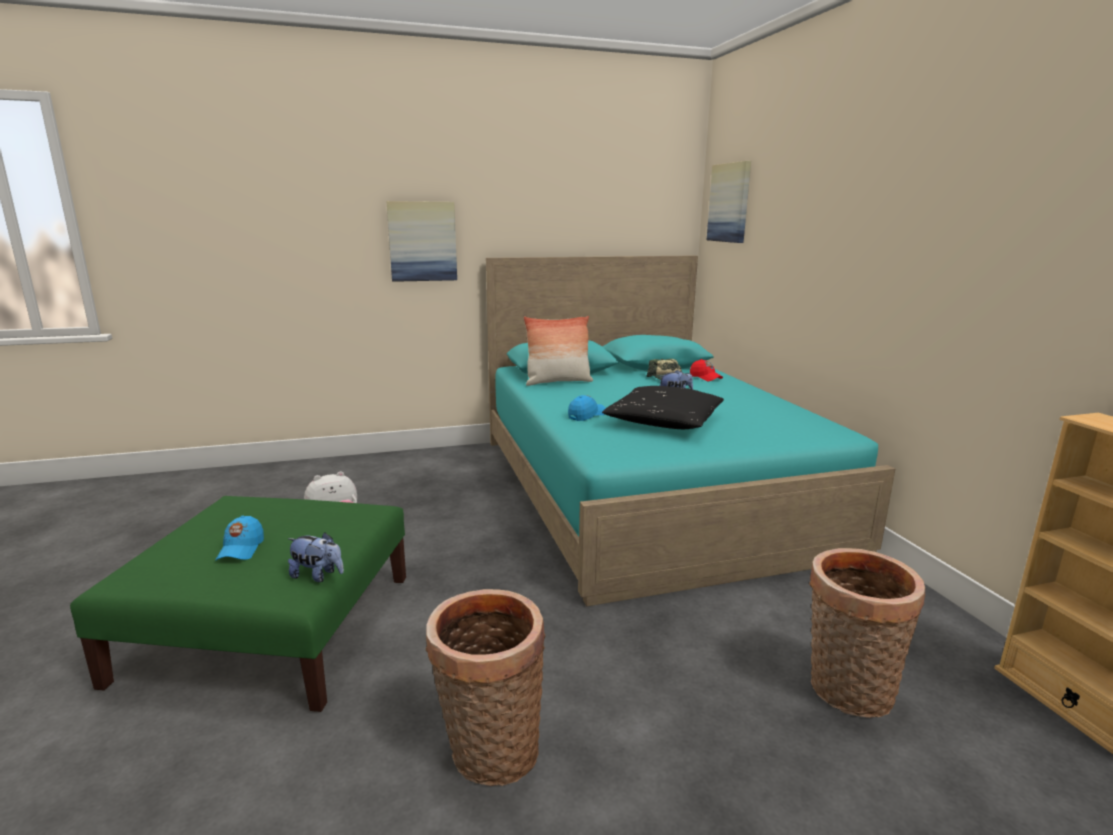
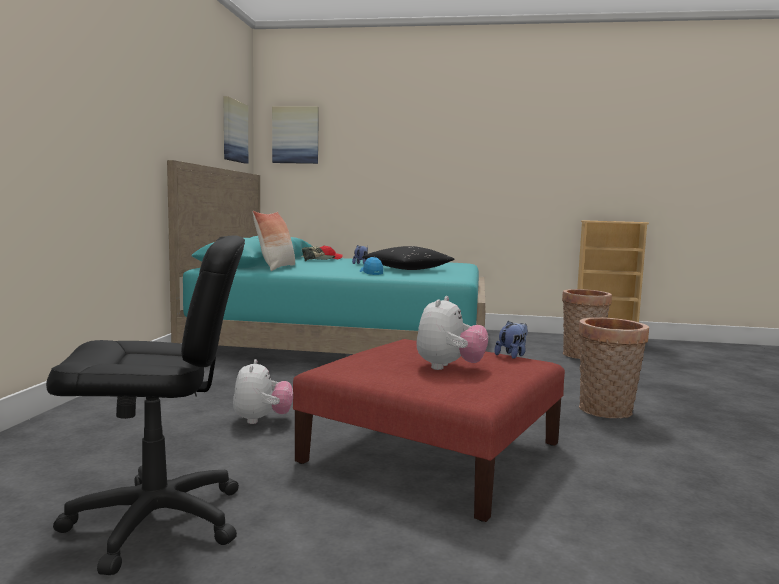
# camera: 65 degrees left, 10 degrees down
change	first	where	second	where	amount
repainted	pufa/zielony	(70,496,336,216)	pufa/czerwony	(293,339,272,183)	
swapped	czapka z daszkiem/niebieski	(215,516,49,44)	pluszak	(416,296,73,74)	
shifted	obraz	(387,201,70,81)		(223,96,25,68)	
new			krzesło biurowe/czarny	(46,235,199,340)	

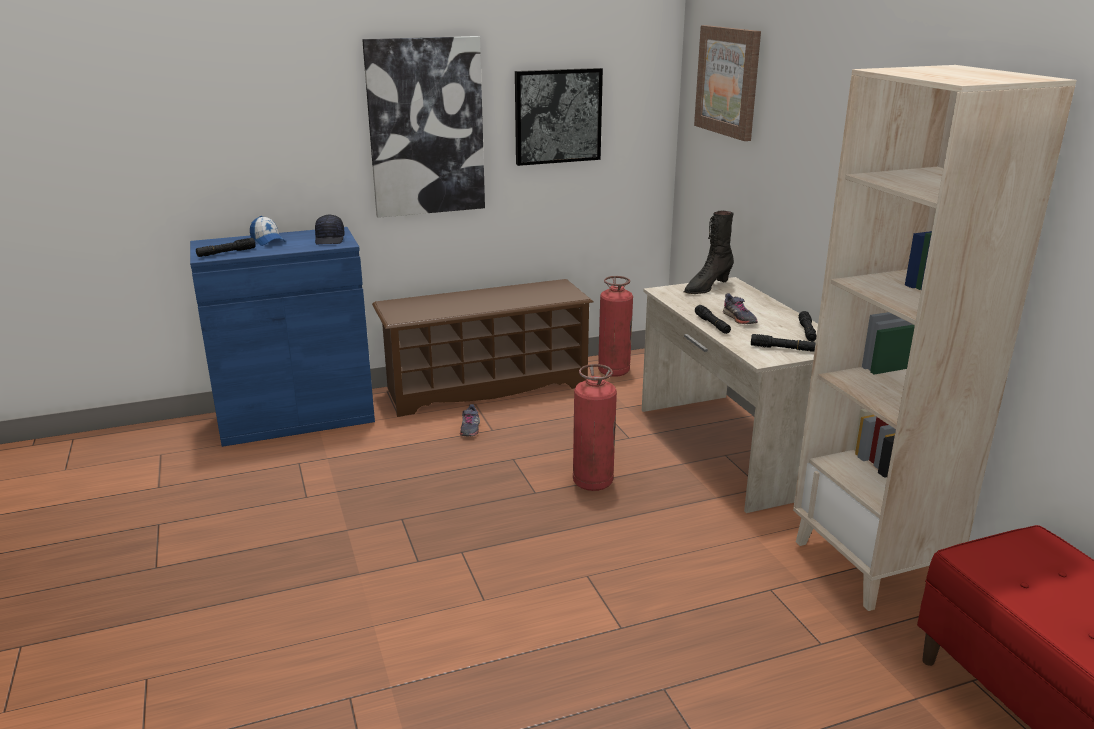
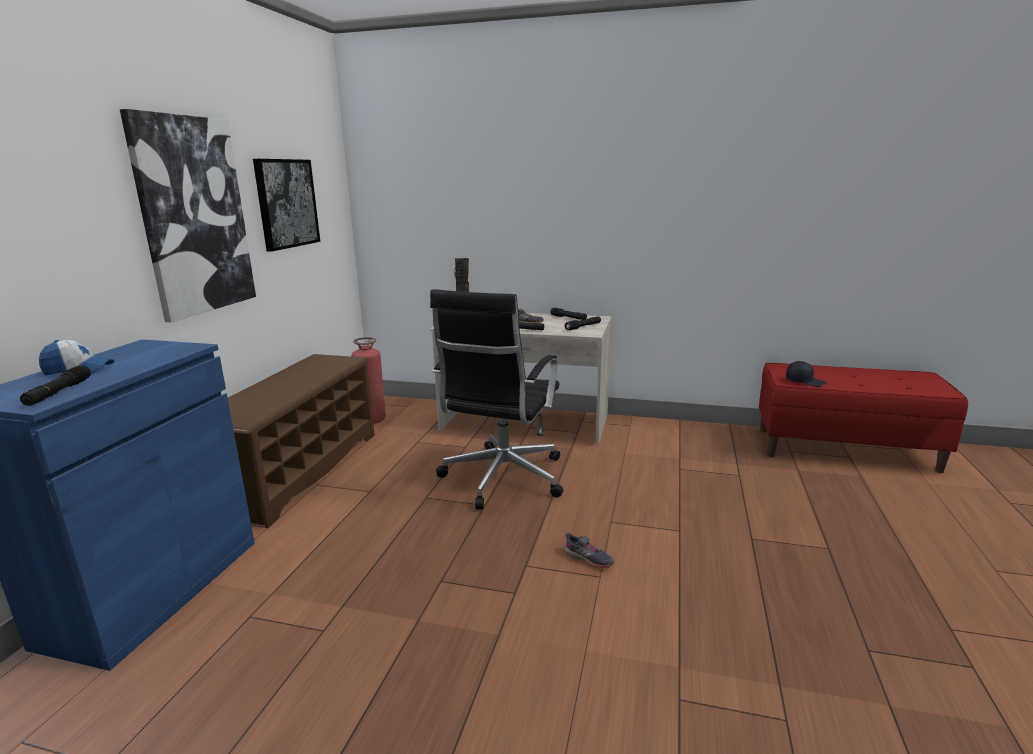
# camera: 55 degrees left, 5 degrees down
change	first	where	second	where	amount
shifted	czapka z daszkiem/czarny	(315,215,30,29)		(786,361,40,26)	
shifted	but/szary	(460,404,20,32)		(565,532,49,36)	
swapped	gaśnica	(573,364,44,127)	krzesło biurowe/czarny	(430,289,133,220)	
gone	obraz	(694,25,67,116)			
gone	regał/beżowy	(793,65,284,546)			

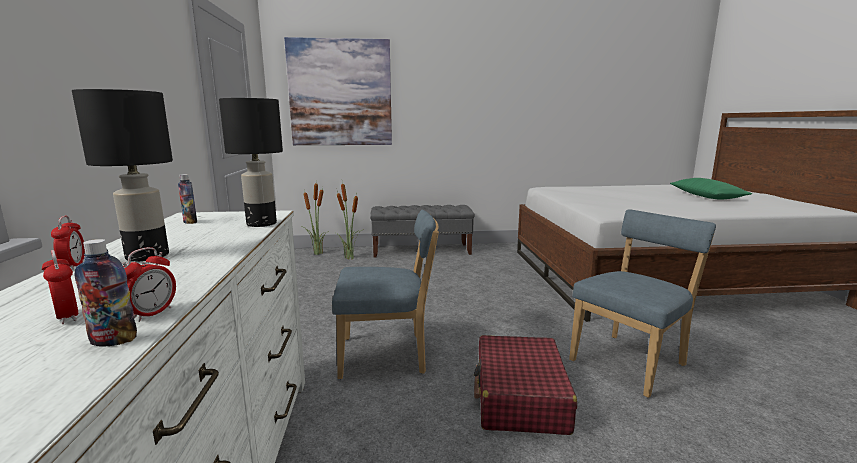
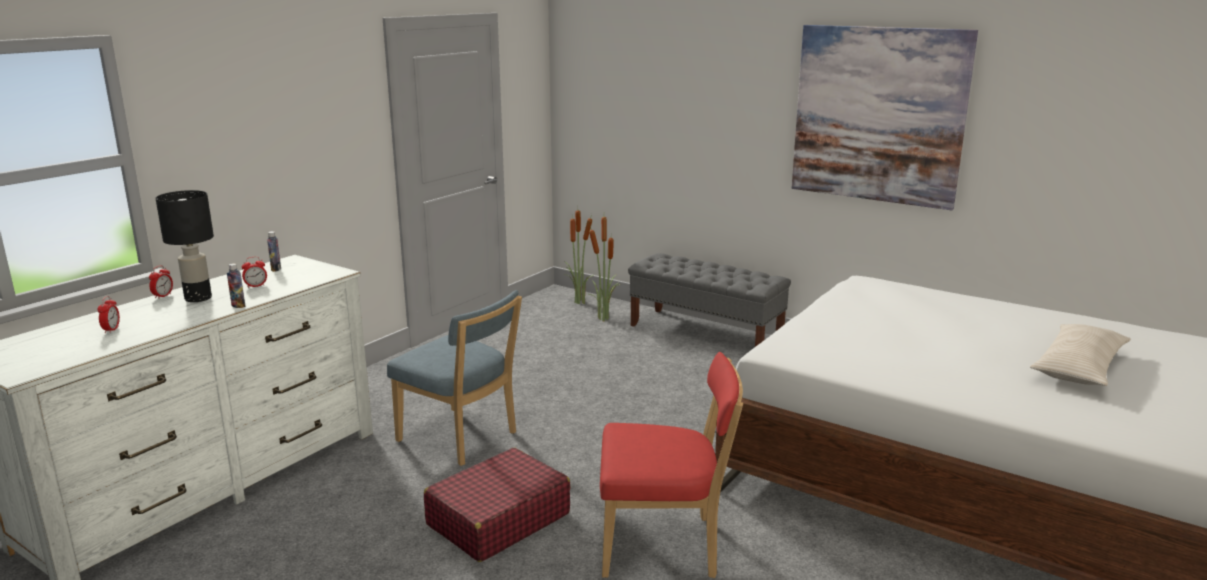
# camera: 40 degrees right, 5 degrees up
change	first	where	second	where	amount
shifted	butelka	(74,239,63,108)		(227,263,18,45)	
shifted	budzik	(123,247,53,75)		(242,257,25,31)	
gone	lampa stołowa/czarny	(219,98,64,129)			
shifted	obraz	(284,37,108,108)		(792,25,186,185)	
repainted	krzesło/niebieski	(569,209,147,189)	krzesło/czerwony	(600,352,143,226)	
repainted	poduszka/zielony	(670,178,82,22)	poduszka/beżowy	(1030,324,101,62)	

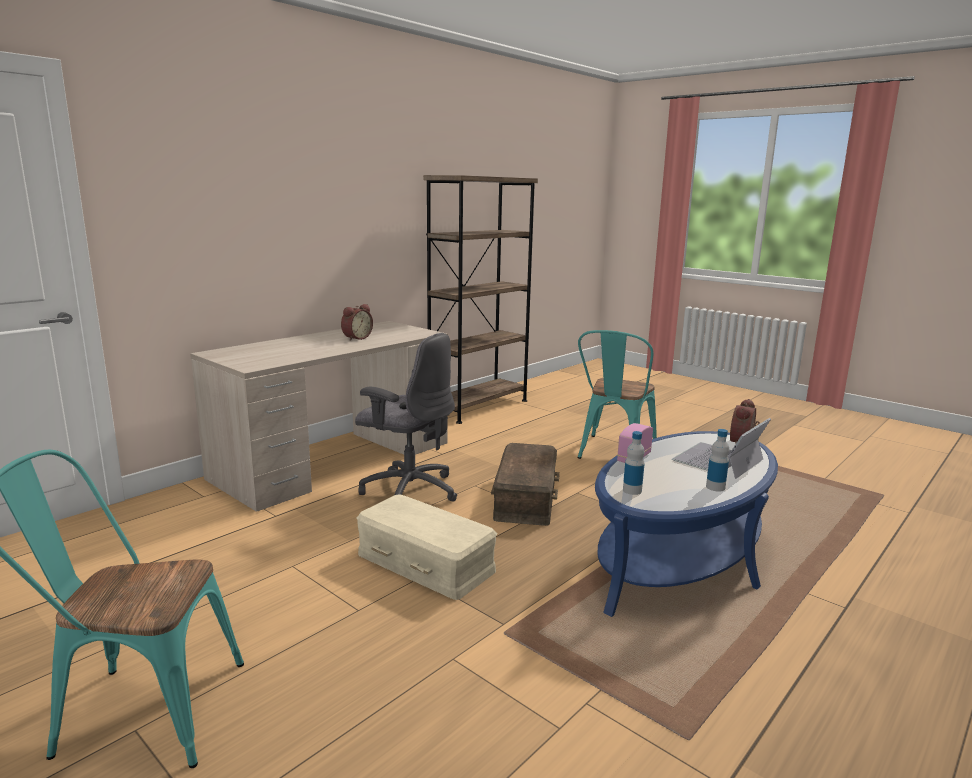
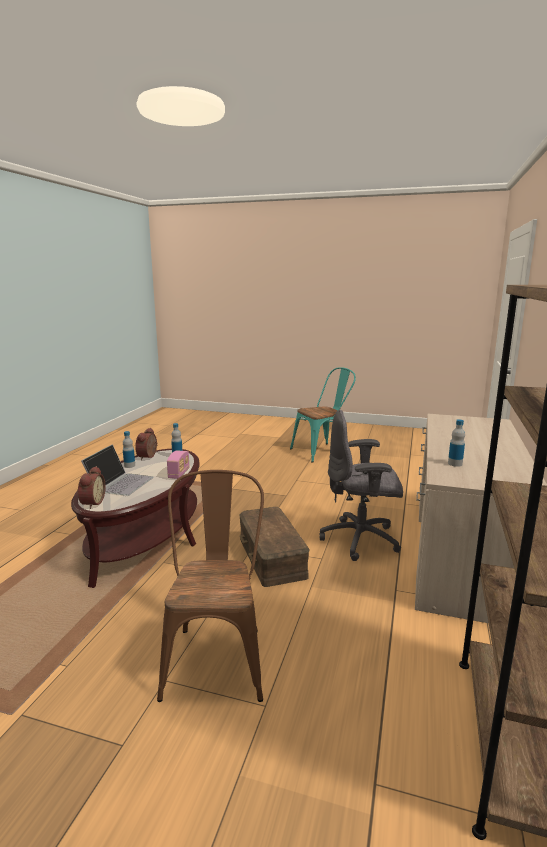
# camera: 155 degrees right, 0 degrees up
change	first	where	second	where	amount
shifted	budzik	(341,304,32,37)		(135,428,22,32)	
gone	pojemnik do przechowywania/beżowy	(357,494,140,106)			
repainted	krzesło/turkusowy	(578,330,79,129)	krzesło/brązowy	(157,470,107,232)	
repainted	ława/niebieski	(595,431,183,186)	ława/brązowy	(71,449,128,139)	
new			butelka	(448,419,17,48)	

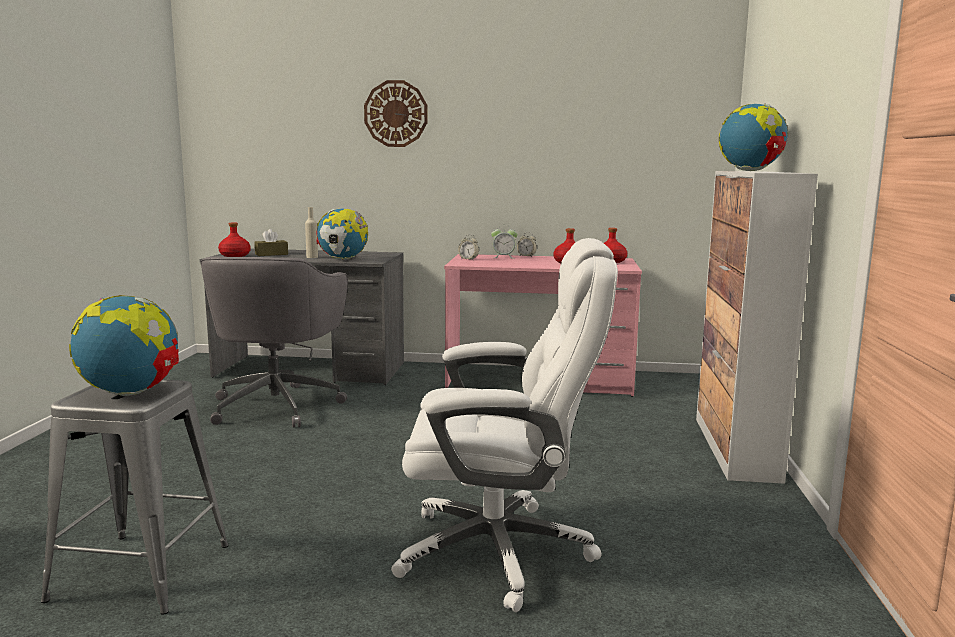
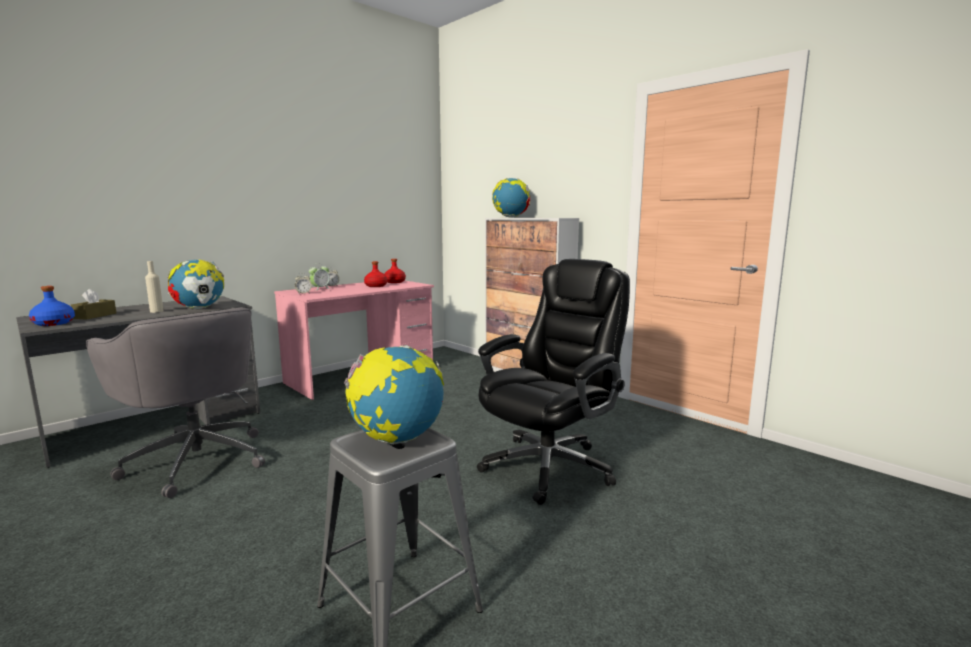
# camera: 50 degrees left, 0 degrees up
change	first	where	second	where	amount
repainted	butelka/czerwony	(218,223,33,34)	butelka/niebieski	(29,286,46,40)	
gone	zegar ścienny	(364,80,63,67)			
repainted	krzesło biurowe/biały	(391,238,227,374)	krzesło biurowe/czarny	(477,259,153,246)	

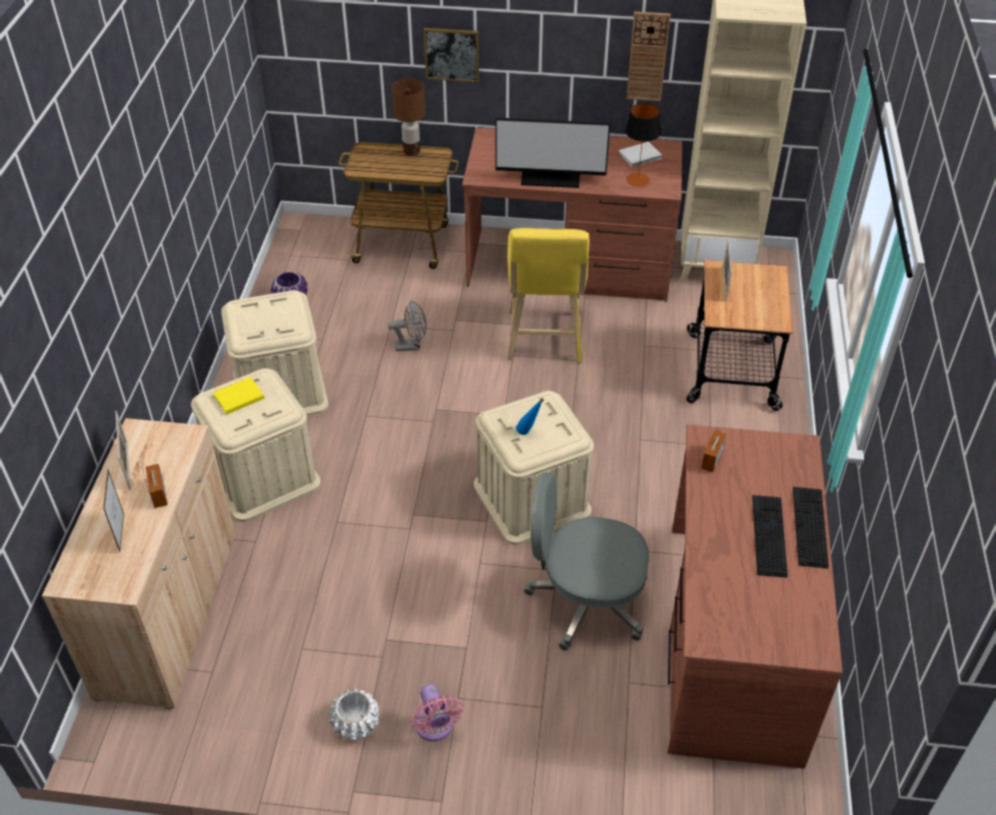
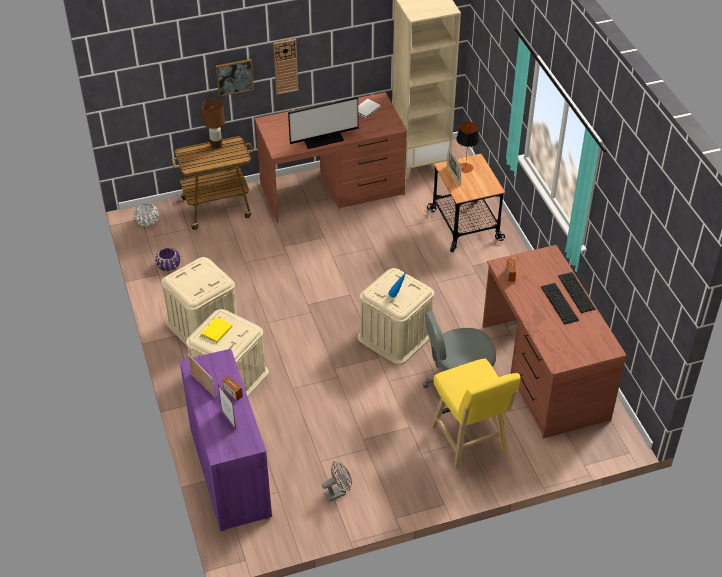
# camera: 25 degrees left, 0 degrees up
change	first	where	second	where	amount
repainted	szafka/beżowy	(42,418,194,291)	szafka/fioletowy	(179,349,93,182)	
shifted	donica/biały	(329,689,50,52)		(134,203,25,24)	
shifted	wentylator/szary	(388,300,39,51)		(322,461,30,41)	
gone	wentylator/różowy	(411,684,52,57)			
shifted	stołek/żółty	(507,228,82,134)		(431,359,90,109)	
shifted	lampa stołowa	(625,103,36,83)		(456,122,23,51)	
shifted	zegar ścienny	(626,12,45,89)		(273,39,26,56)	

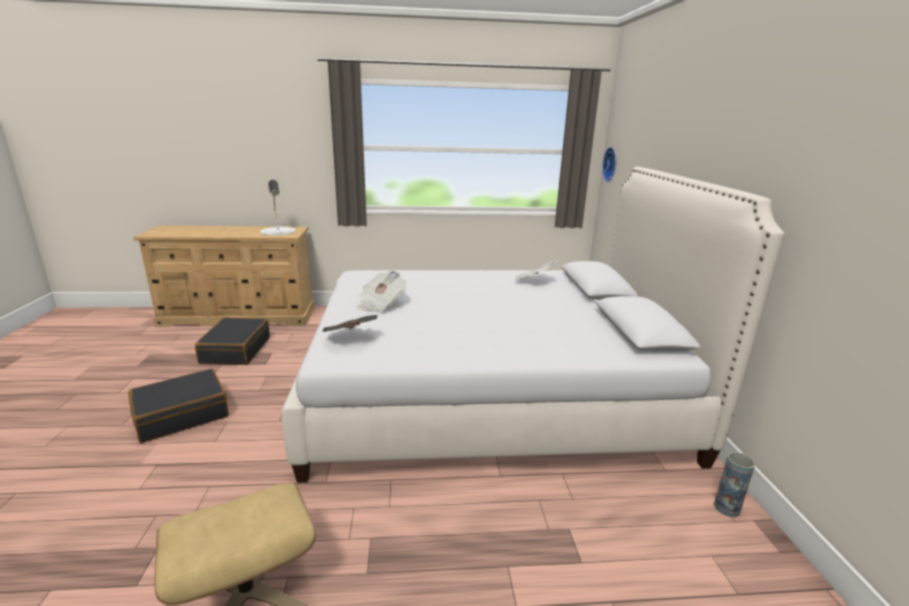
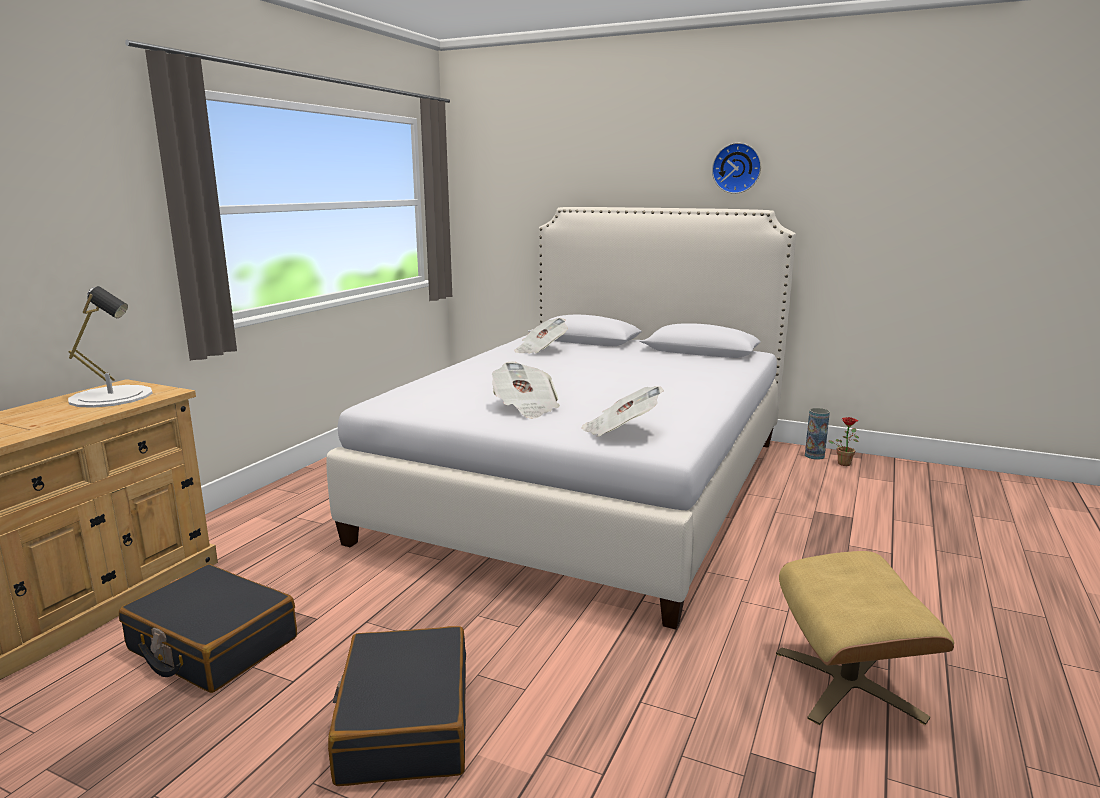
# camera: 60 degrees left, 5 degrees down
change	first	where	second	where	amount
shifted	zegar ścienny	(602,147,14,35)		(712,143,49,51)	
new			roślina doniczkowa	(829,417,30,49)	

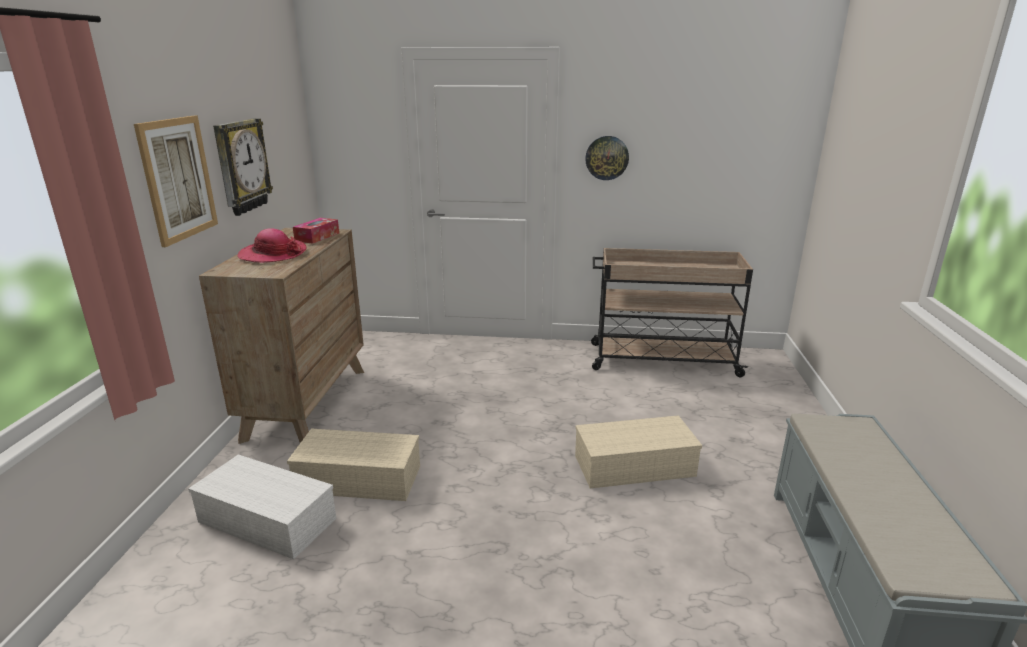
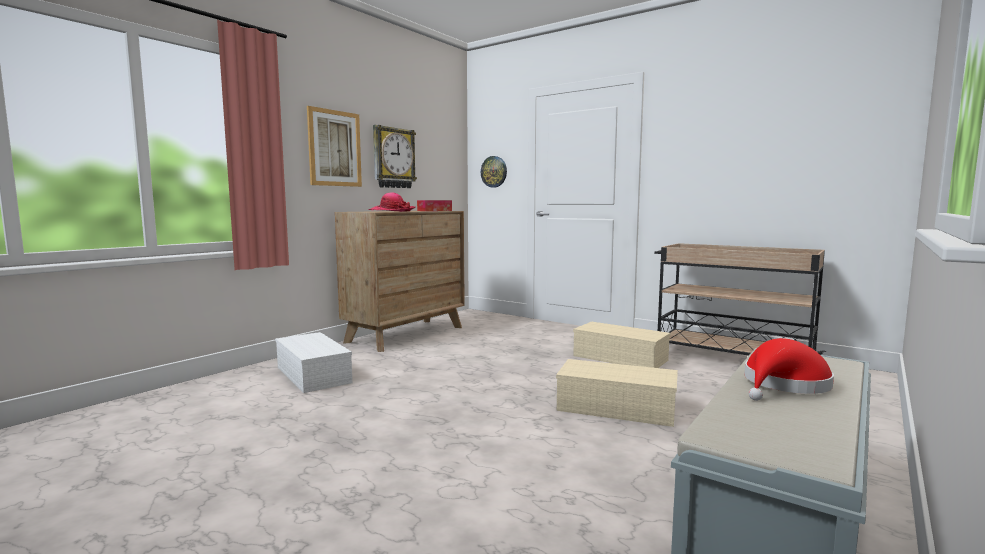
# camera: 30 degrees right, 15 degrees down
change	first	where	second	where	amount
shifted	pojemnik do przechowywania/beżowy	(287,429,133,72)		(573,321,97,47)	
shifted	zegar ścienny	(585,136,44,44)		(481,156,26,32)	
new			kapelusz/czerwony	(744,338,90,63)	

